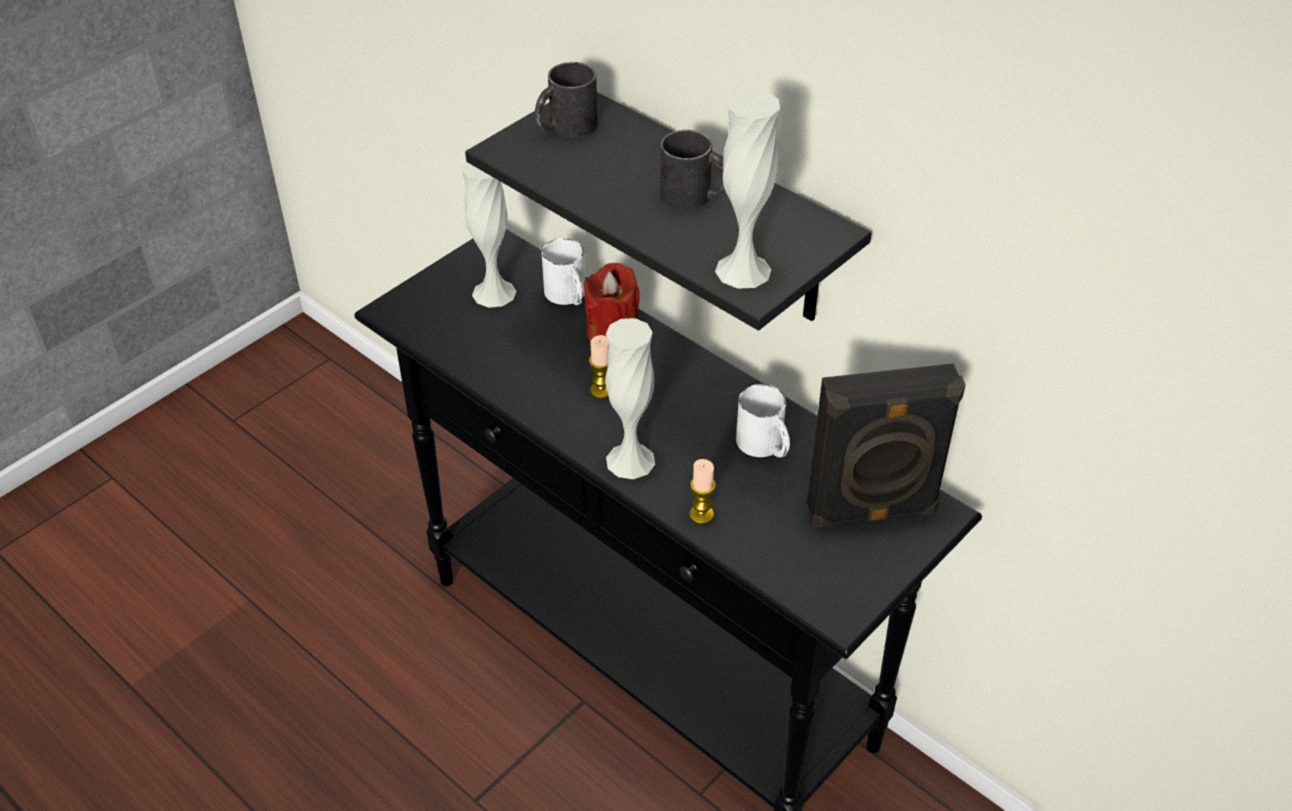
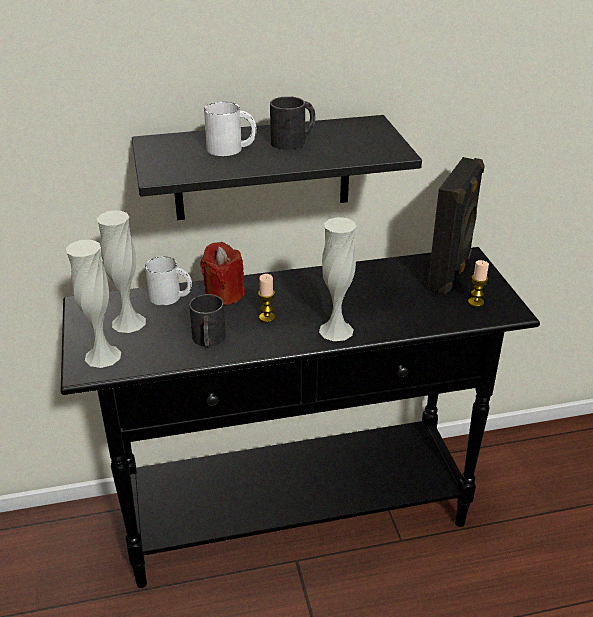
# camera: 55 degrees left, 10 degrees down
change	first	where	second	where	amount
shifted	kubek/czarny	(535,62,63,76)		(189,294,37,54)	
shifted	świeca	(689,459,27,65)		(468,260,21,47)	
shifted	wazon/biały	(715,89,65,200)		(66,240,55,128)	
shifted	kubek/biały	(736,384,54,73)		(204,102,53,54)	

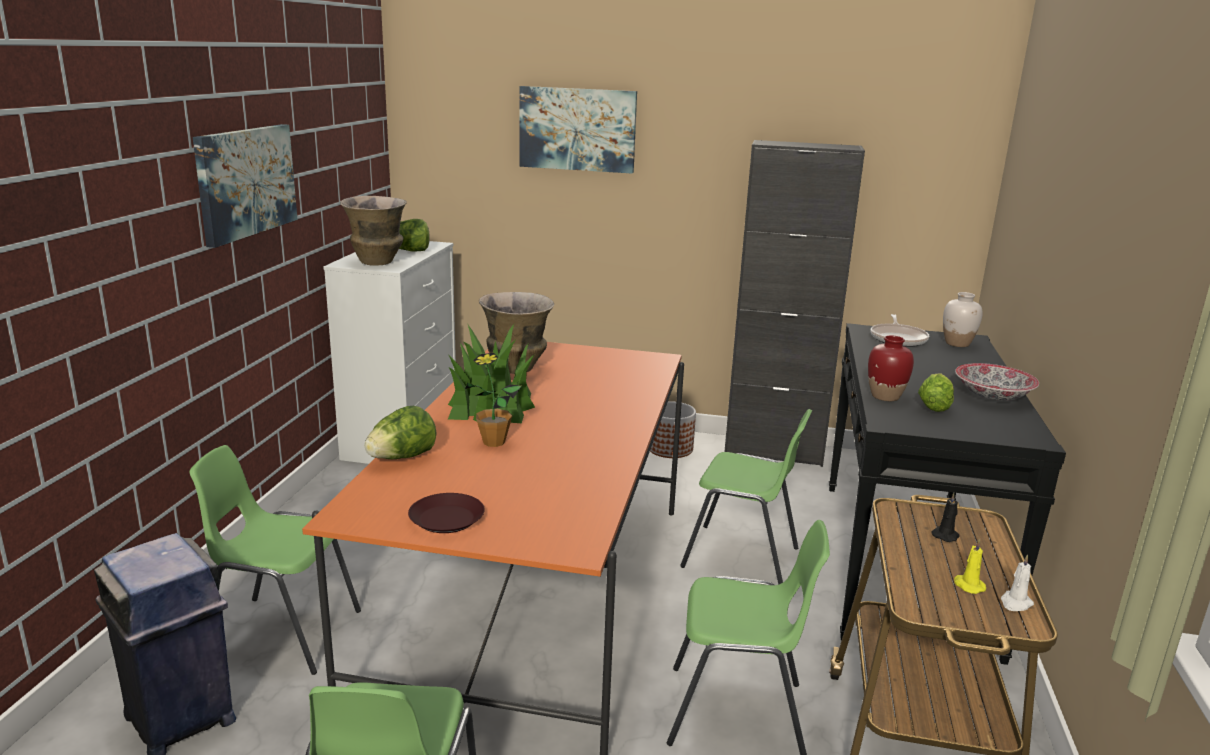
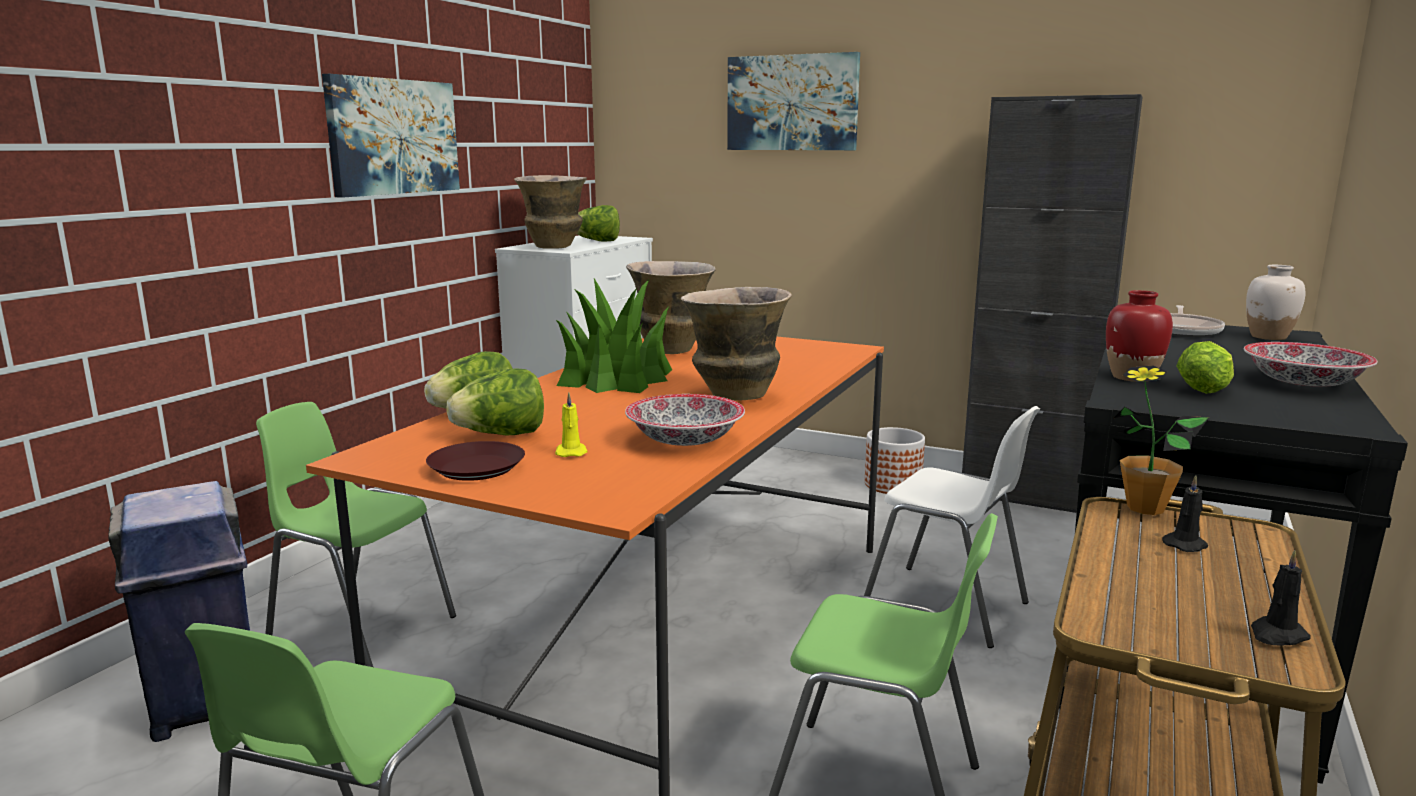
# camera: 15 degrees right, 5 degrees down
change	first	where	second	where	amount
shifted	roślina doniczkowa	(465,353,57,94)		(1114,366,95,149)	
repainted	krzesło/zielony	(680,409,132,176)	krzesło/biały	(864,406,176,242)	
shifted	świeca/żółty	(954,539,32,55)		(555,393,33,64)	
repainted	świeca/biały	(1001,554,33,57)	świeca/czarny	(1251,550,60,95)	
new			sałata	(446,368,98,67)	
new			miska	(625,394,120,52)	
new			wazon	(681,287,111,114)	

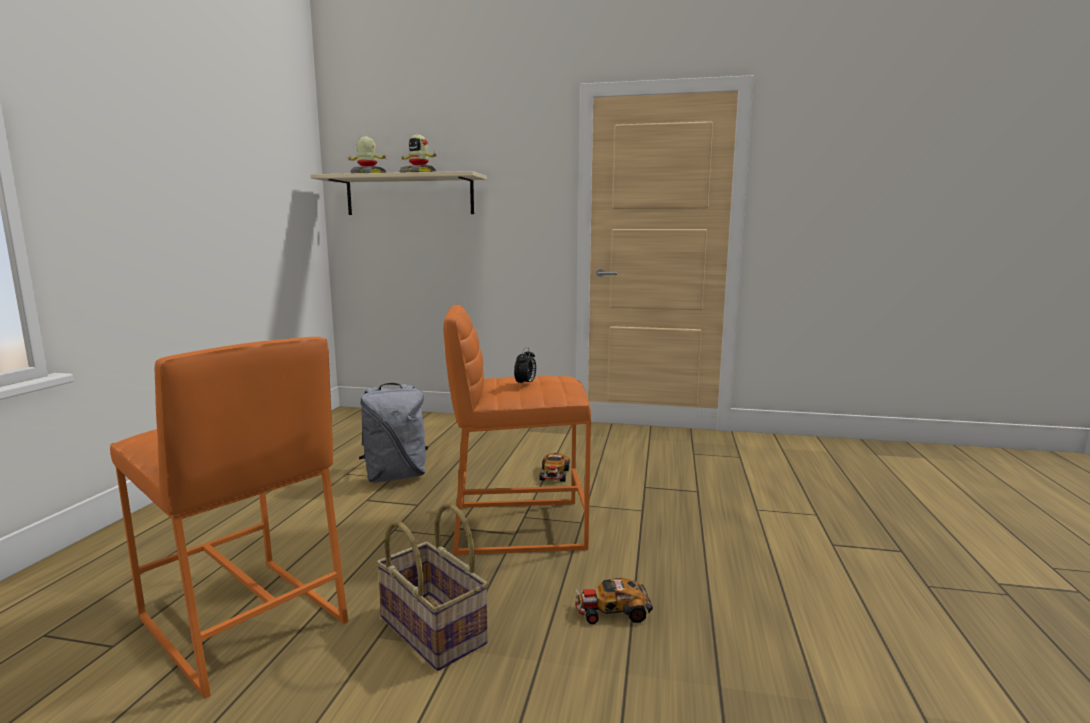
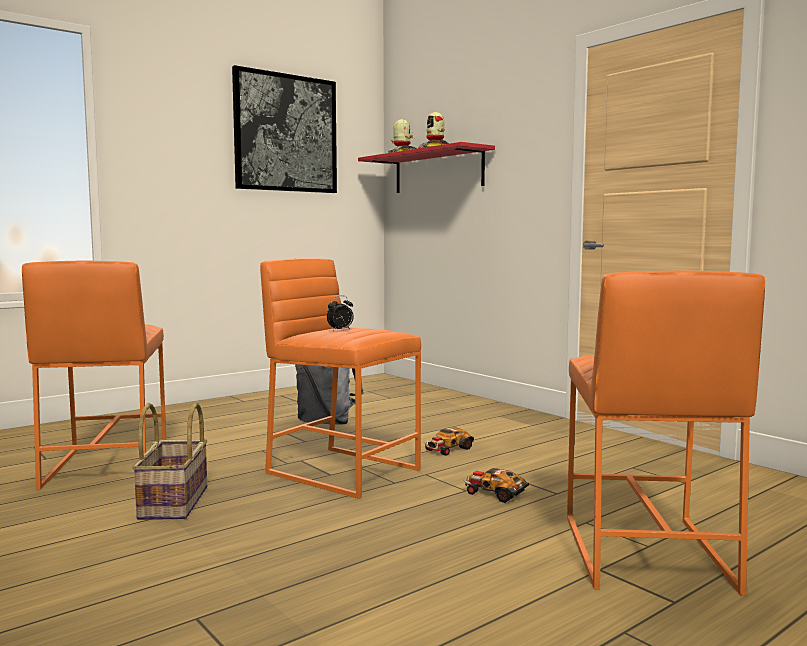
# camera: 40 degrees right, 5 degrees down
change	first	where	second	where	amount
repainted	półka/beżowy	(310,171,177,44)	półka/czerwony	(358,142,137,51)	
shifted	samochodzik	(576,578,77,46)		(464,468,65,35)	
new			obraz	(232,65,105,128)	
new			stołek/pomarańczowy	(567,271,198,324)	

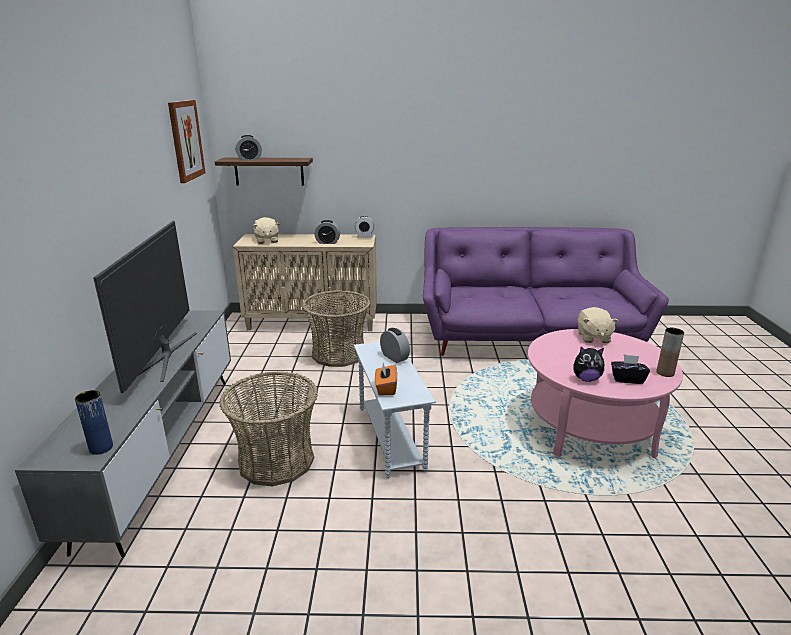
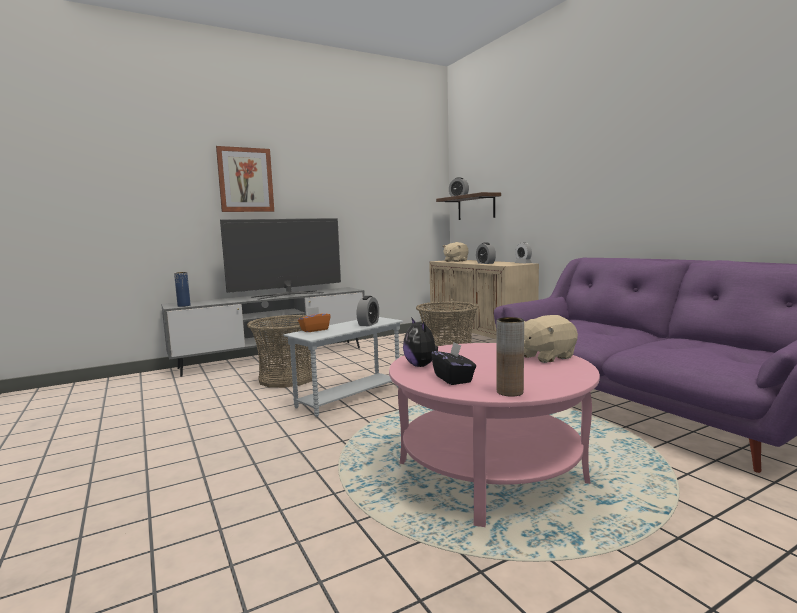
# camera: 60 degrees right, 15 degrees down
change	first	where	second	where	amount
shifted	obraz	(168,100,37,83)		(216,146,58,66)	

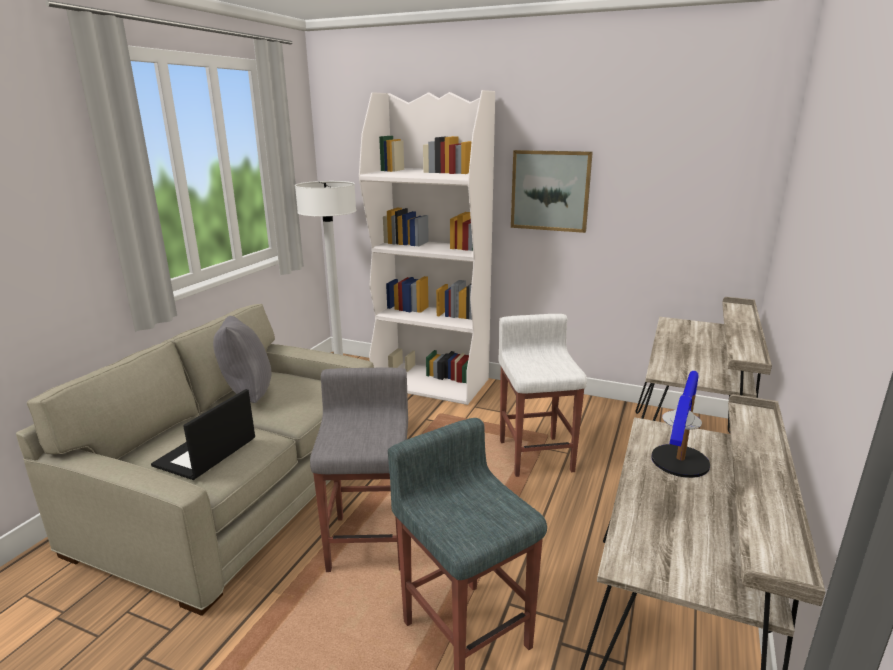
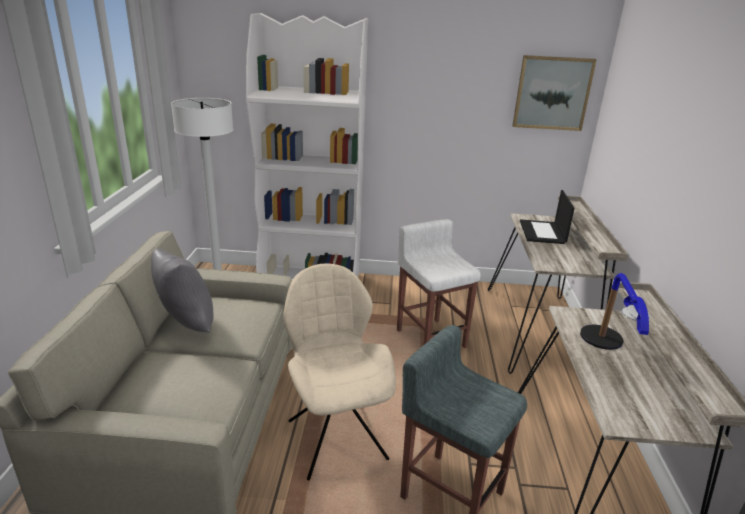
# camera: 20 degrees left, 5 degrees up
change	first	where	second	where	amount
shifted	laptop	(151,389,104,91)		(520,190,55,54)	
swapped	stołek/szary	(310,367,98,205)	krzesło/beżowy	(283,264,113,216)	
shifted	obraz	(511,150,82,83)		(512,55,85,76)	

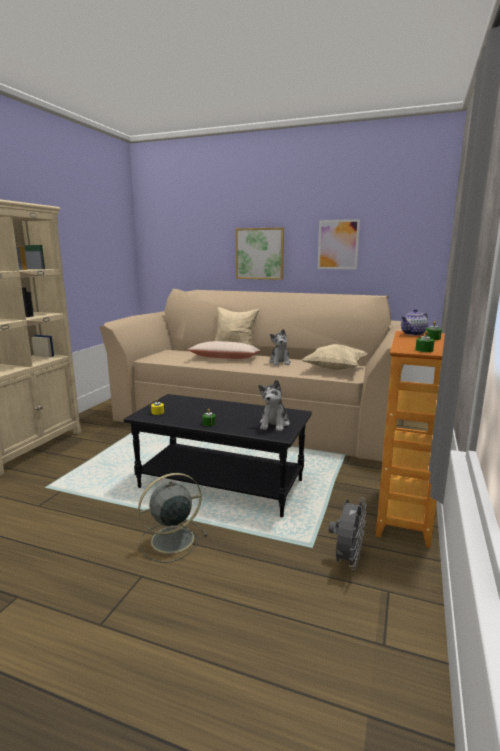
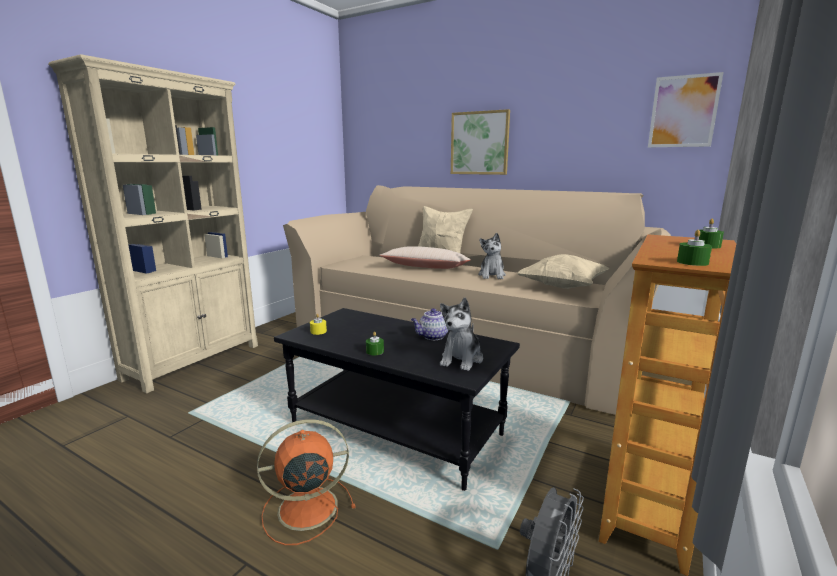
# camera: 10 degrees right, 0 degrees up
change	first	where	second	where	amount
repainted	wentylator/szary	(138,473,70,90)	wentylator/pomarańczowy	(257,419,99,126)	
shifted	obraz	(317,219,43,50)		(648,72,76,75)	
shifted	imbryk	(401,309,27,27)		(411,308,37,32)	

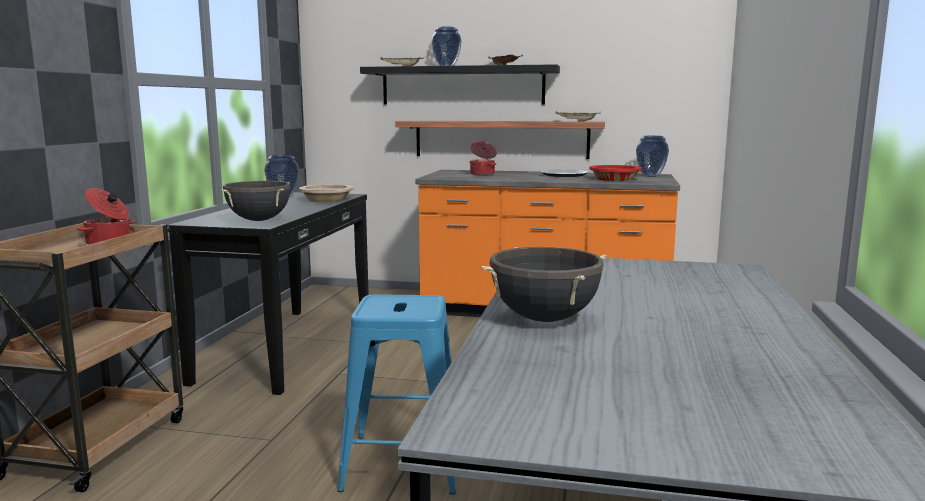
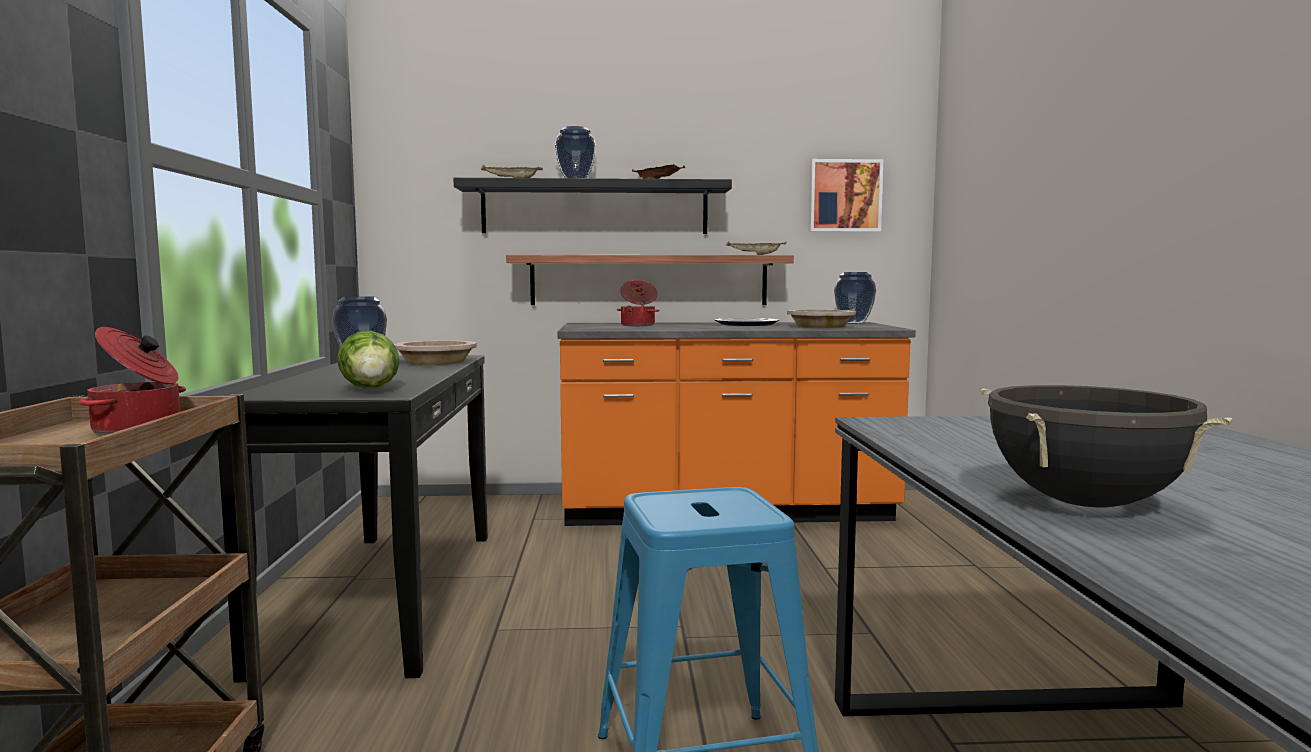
# camera: 15 degrees left, 5 degrees down
change	first	where	second	where	amount
swapped	garnek/czarny	(221,181,70,40)	sałata	(337,331,63,57)	
repainted	miska/czerwony	(590,165,52,16)	miska/beżowy	(787,309,69,19)	
new			obraz	(809,159,74,73)	

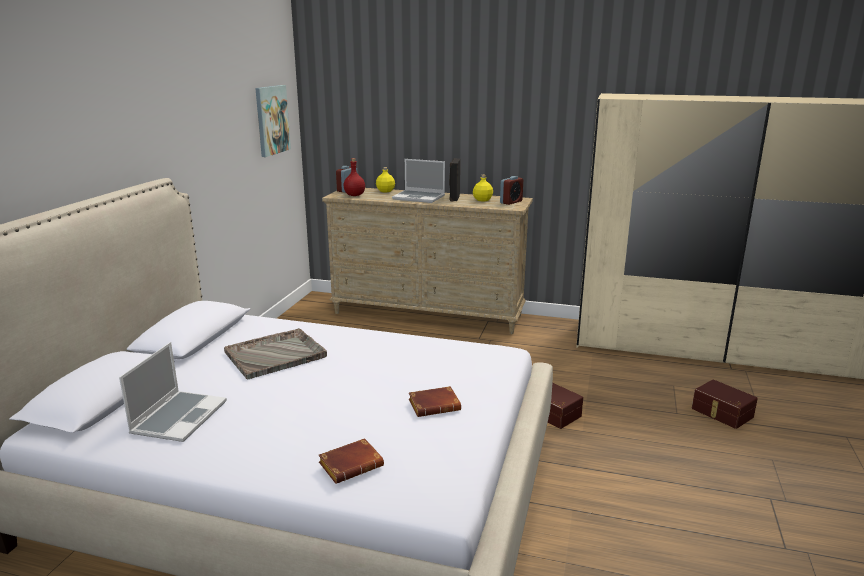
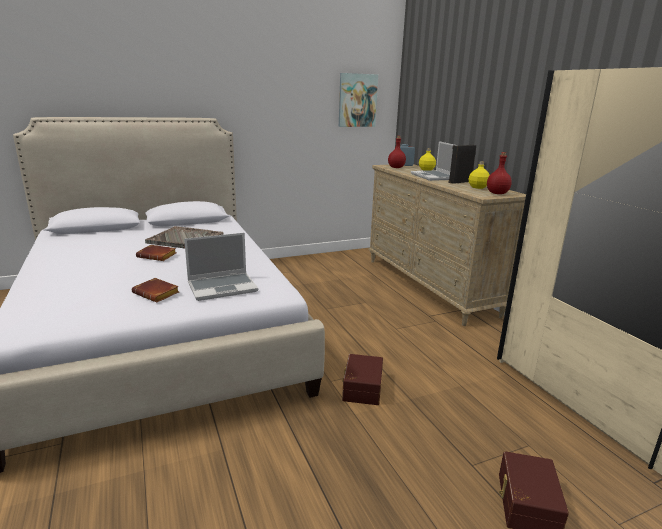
# camera: 50 degrees right, 0 degrees up
change	first	where	second	where	amount
shifted	laptop	(119,342,108,100)		(184,233,74,68)	
shifted	książka/brązowy	(319,438,65,46)		(136,245,40,16)	
swapped	budzik	(500,176,23,29)	butelka/czerwony	(487,152,25,42)	

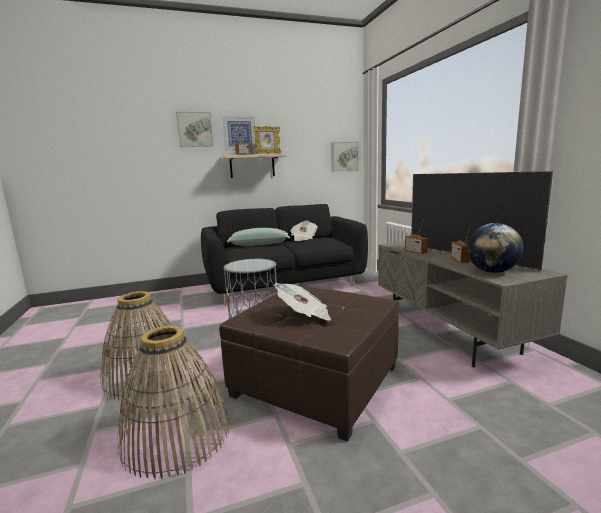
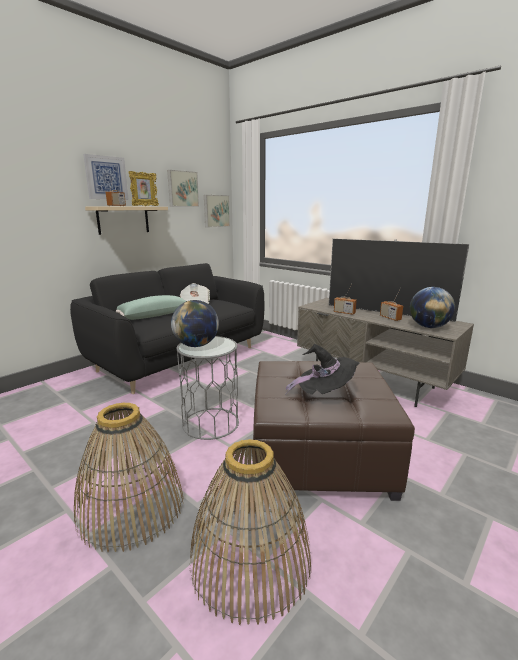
# camera: 30 degrees left, 5 degrees up
change	first	where	second	where	amount
shifted	obraz	(176,112,38,35)		(167,170,32,37)	
swapped	gazeta	(274,283,57,38)	kapelusz/czarny	(285,344,75,51)	
new			globus	(171,300,48,47)	

